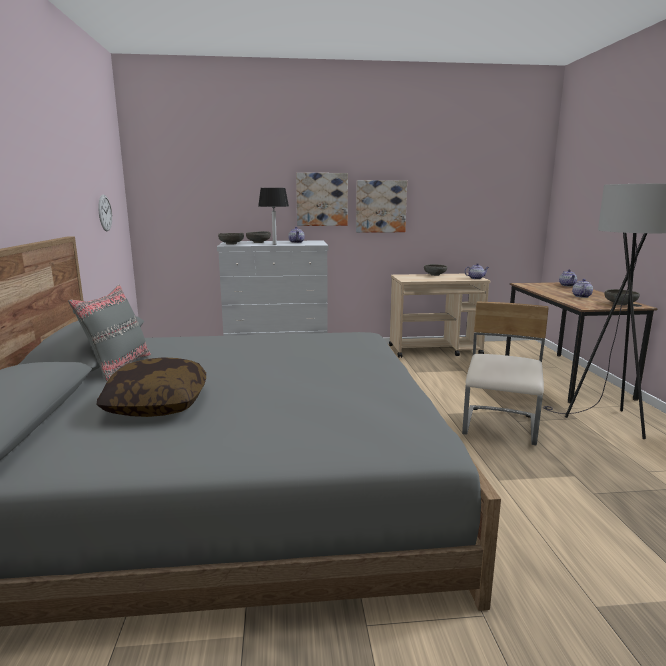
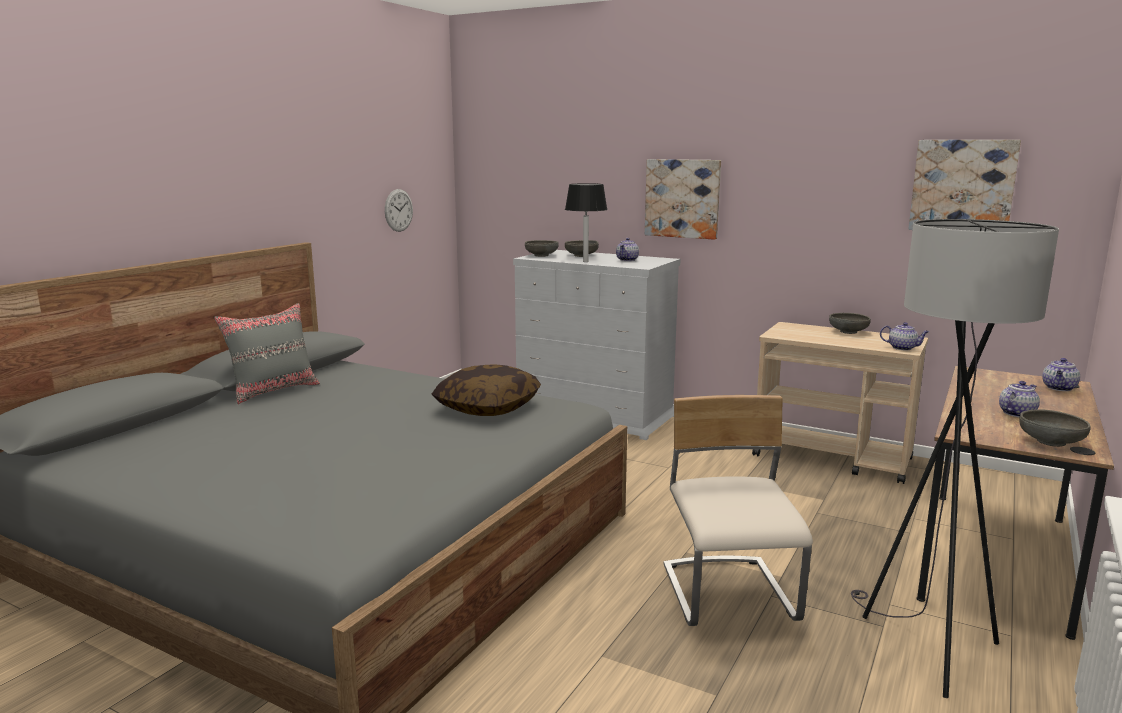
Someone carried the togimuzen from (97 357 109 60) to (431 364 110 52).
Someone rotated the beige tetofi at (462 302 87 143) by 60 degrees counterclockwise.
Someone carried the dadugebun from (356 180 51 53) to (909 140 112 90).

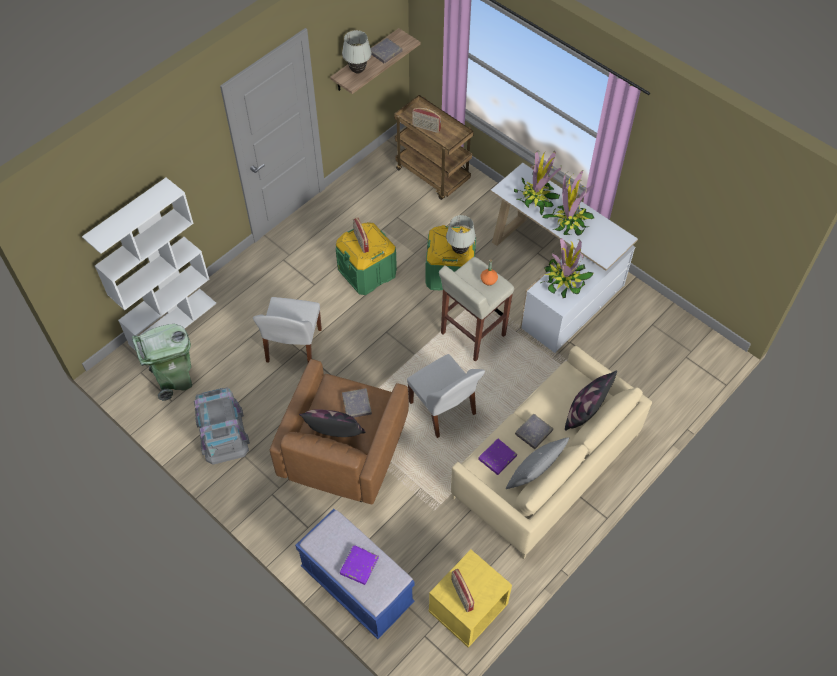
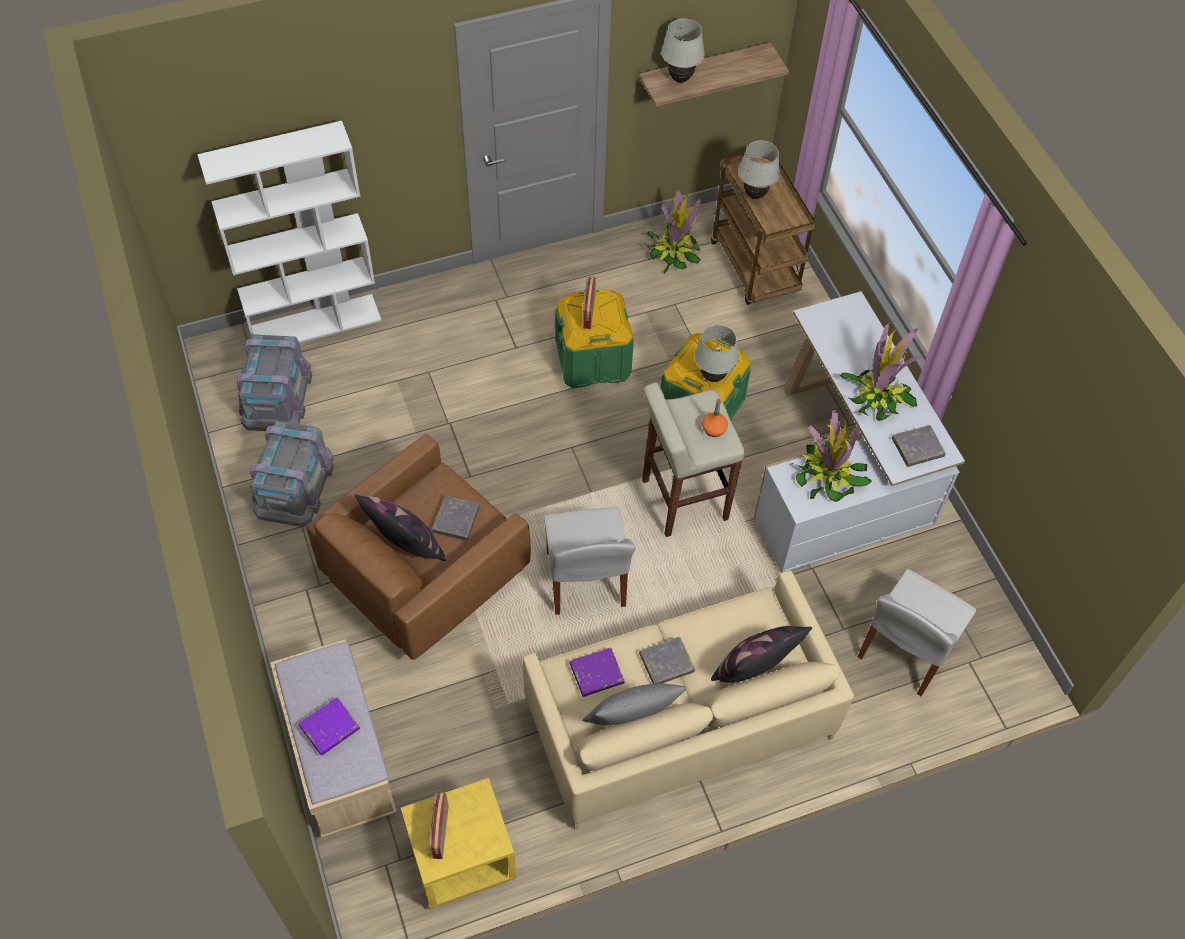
Someone swapped the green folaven at (132 324 60 77) for the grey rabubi at (236 335 76 96).
Someone repainted the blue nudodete at (295 509 120 130), which became the beige nudodete at (270 639 127 199).
Someone carried the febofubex from (514 151 48 64) to (644 189 57 85).
Someone swapped the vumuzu at (412 108 29 25) for the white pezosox at (738 141 42 58).
Someone carried the white tetofi from (253 297 69 66) to (858 569 118 127).
Someone carried the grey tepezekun from (371 38 32 25) to (892 425 54 42).

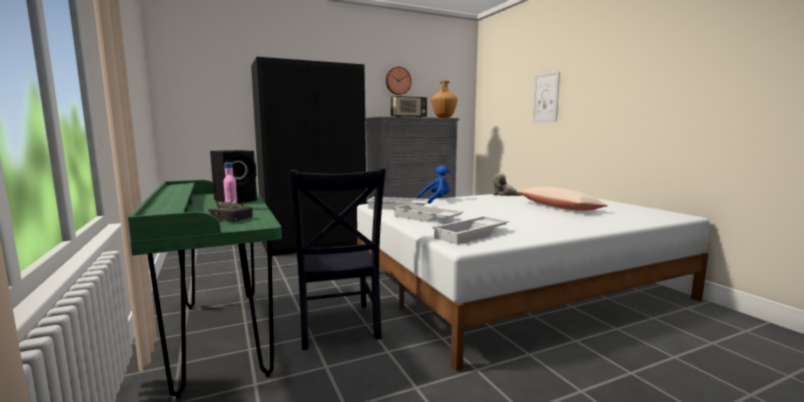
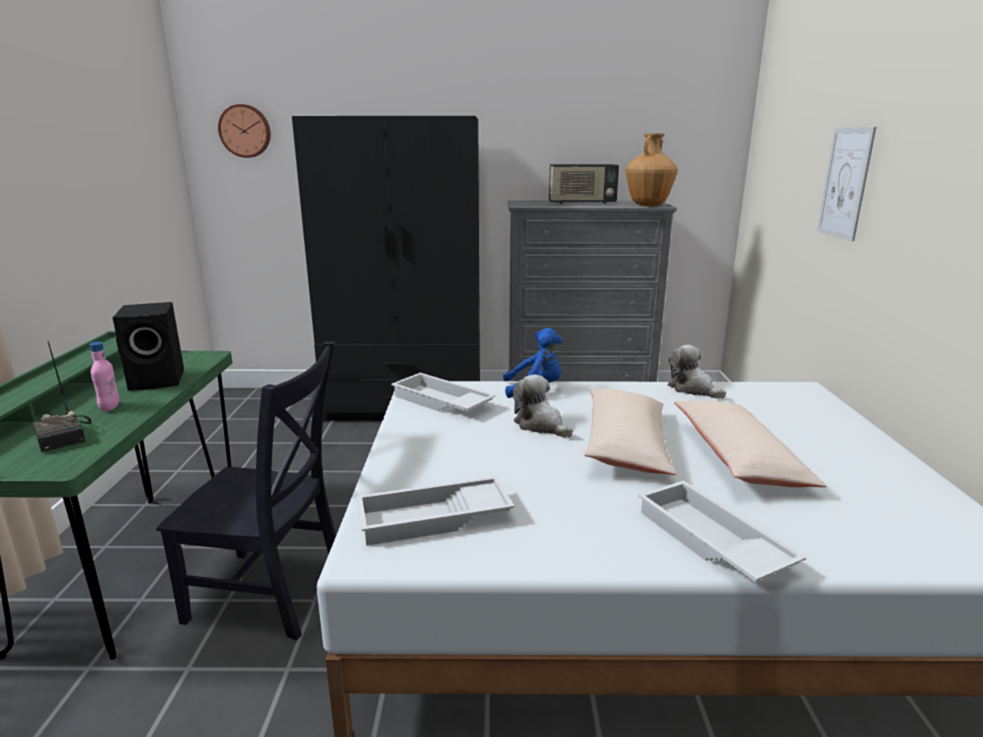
Someone rotated the black tetofi at (290 168 96 182) by 90 degrees counterclockwise.
Someone carried the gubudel from (386 67 26 28) to (218 104 53 54).
Someone put down the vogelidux at (513 375 60 62).
Someone put down the beige togimuzen at (584 389 92 86).
Someone carried the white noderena from (392 204 72 18) to (638 481 168 101).

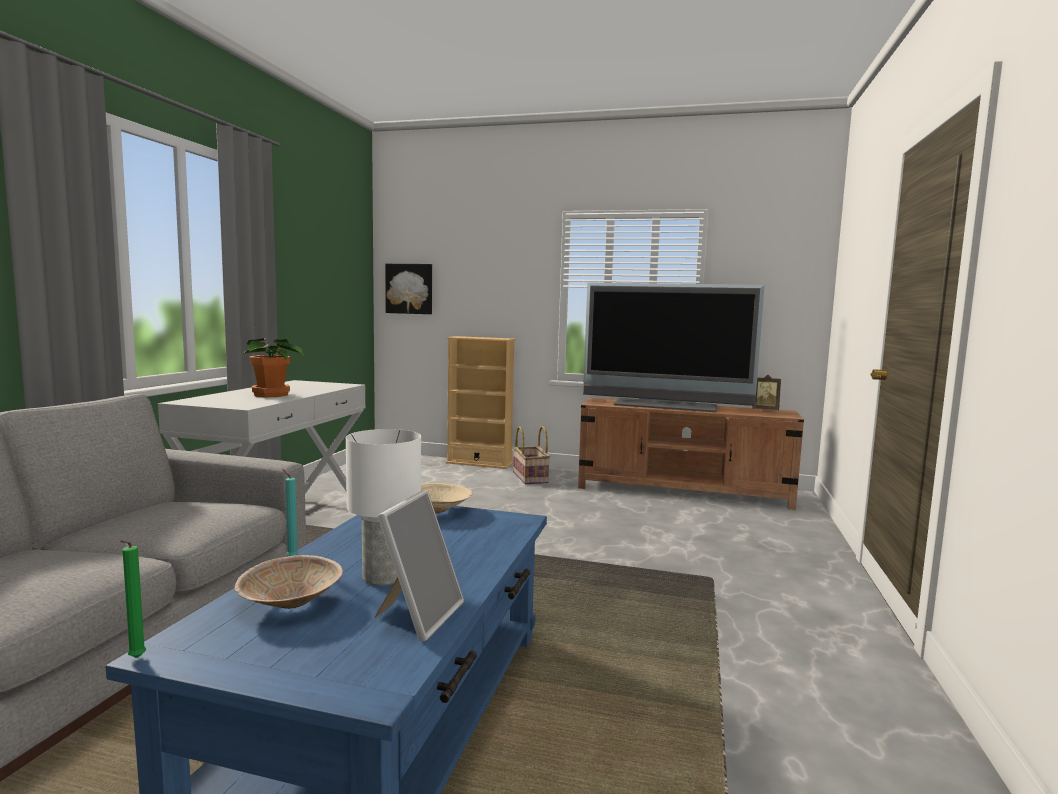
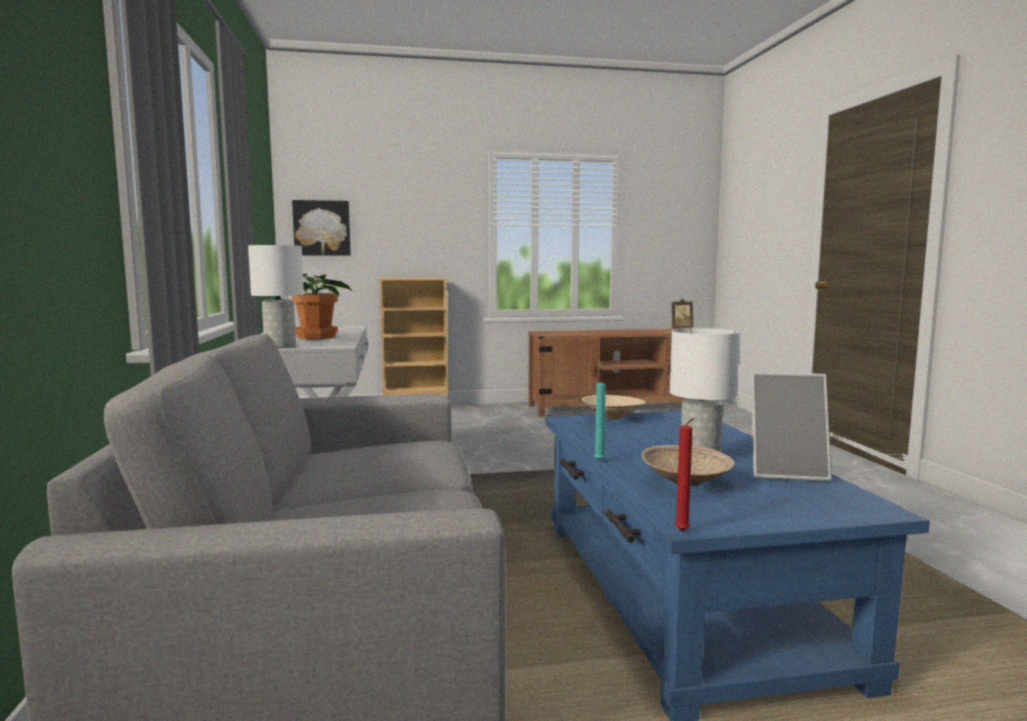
Someone put down the white pezosox at (248 245 56 103).
Someone repainted the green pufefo at (120 540 26 118), which became the red pufefo at (675 418 20 113).
Someone rotated the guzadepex at (375 490 89 152) by 105 degrees clockwise.
Someone took away the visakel at (513 425 37 59).
Someone took away the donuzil at (583 282 182 130).

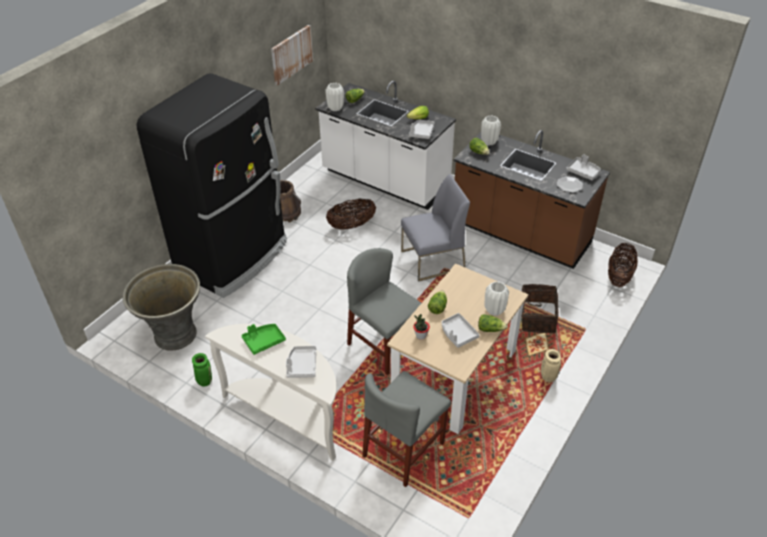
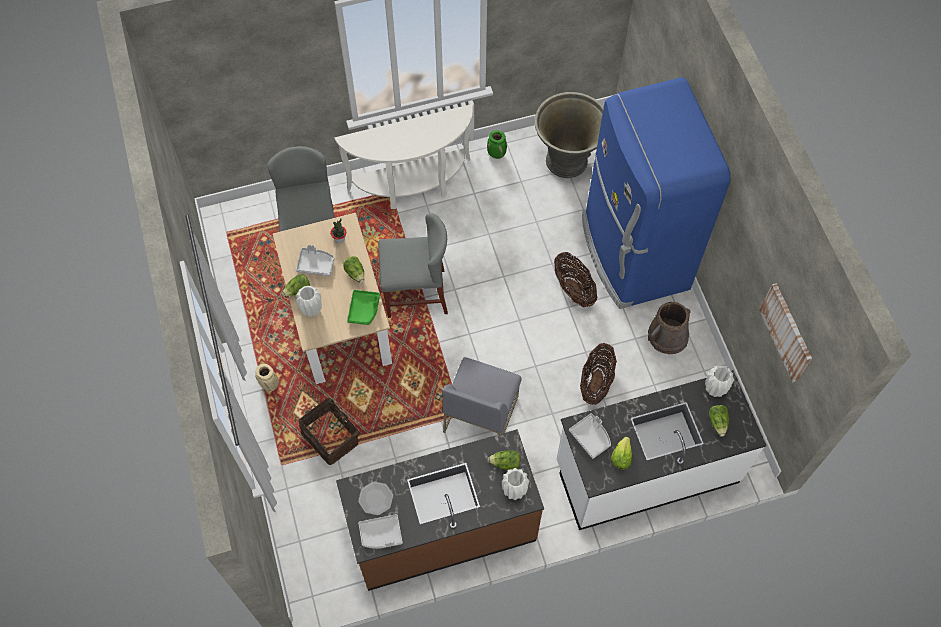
Someone carried the green noderena from (241 324 45 31) to (347 290 33 35).
Someone carried the visakel from (608 243 30 44) to (554 252 44 55).
Someone repainted the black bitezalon at (137 73 150 225), which became the blue bitezalon at (582 77 148 232).
Someone took away the grey noderena at (286 346 30 32).

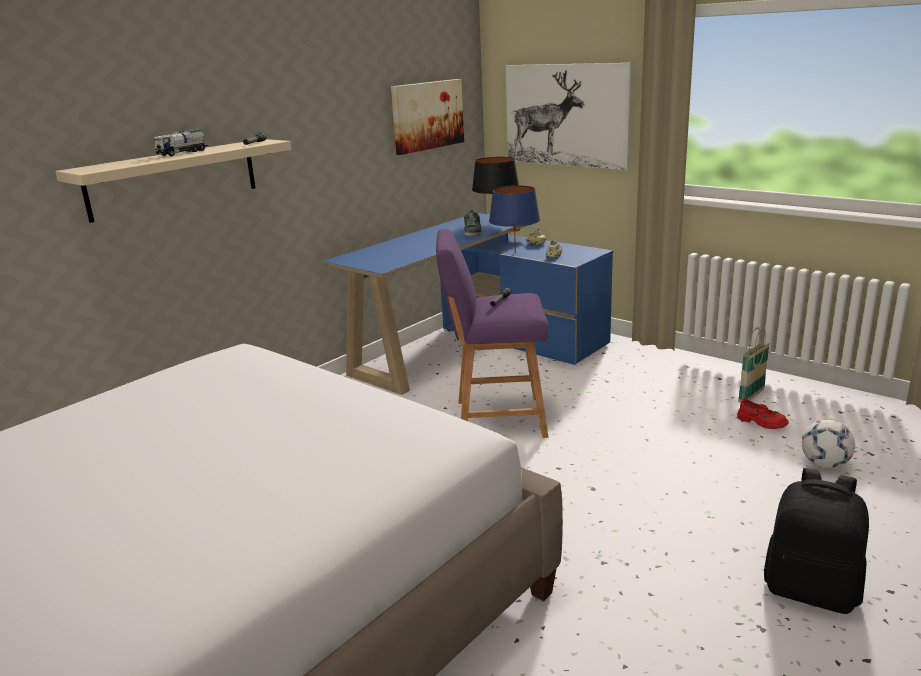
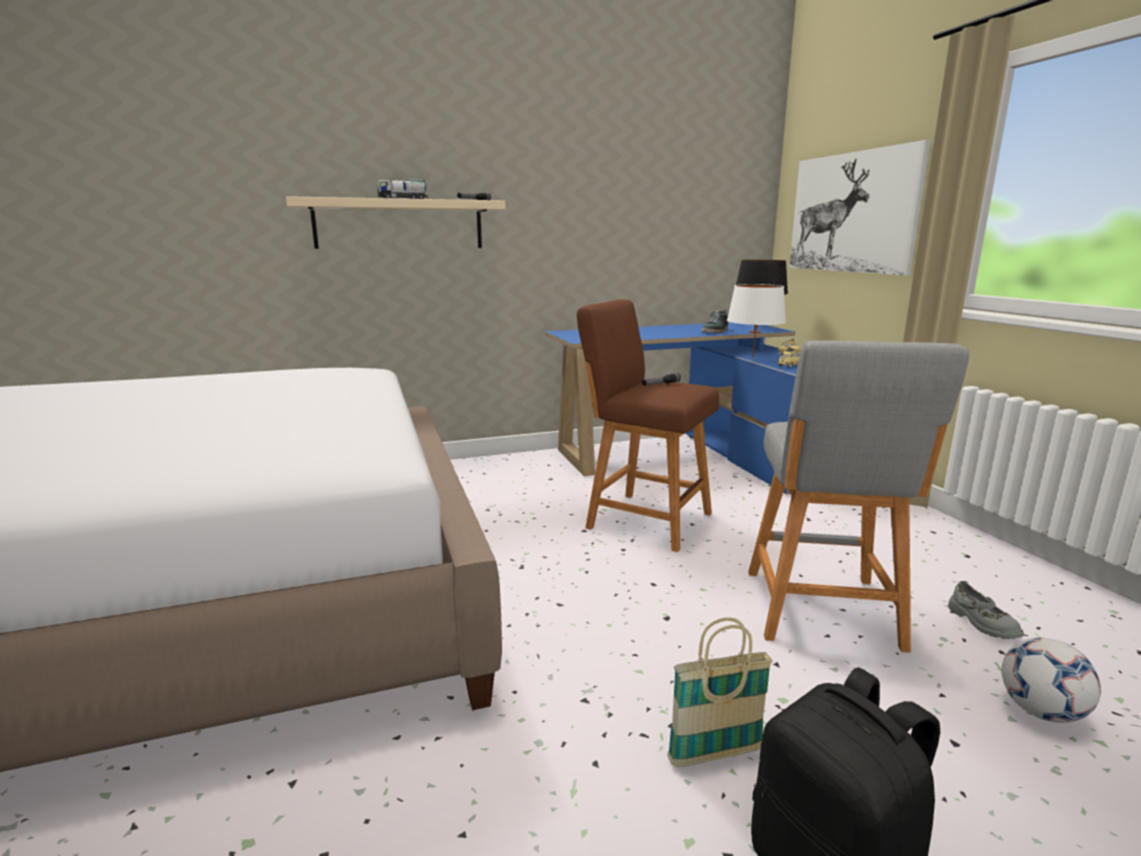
Someone repainted the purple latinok at (436 229 112 209), which became the brown latinok at (577 300 142 252).
Someone carried the visakel from (738 327 32 75) to (667 618 106 149).
Someone repainted the blue pezosox at (489 185 51 68), which became the white pezosox at (727 284 59 74).
Someone put down the grey latinok at (748 341 221 312).
Someone repainted the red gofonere at (737 398 52 31), which became the grey gofonere at (948 581 76 58).
Someone took away the dadugebun at (391 79 73 76).

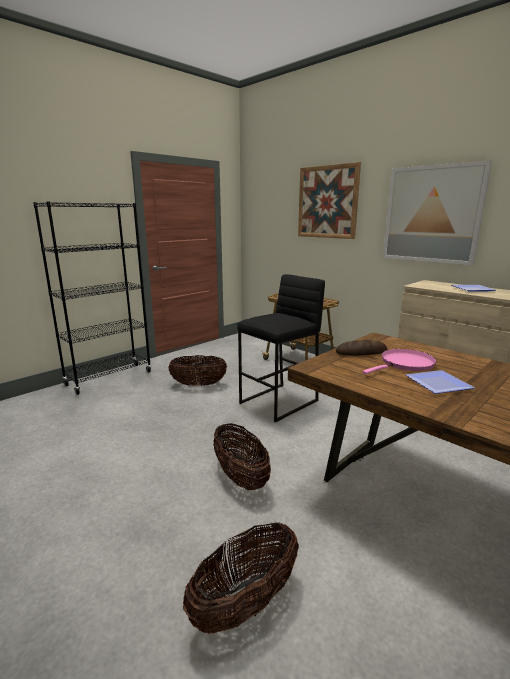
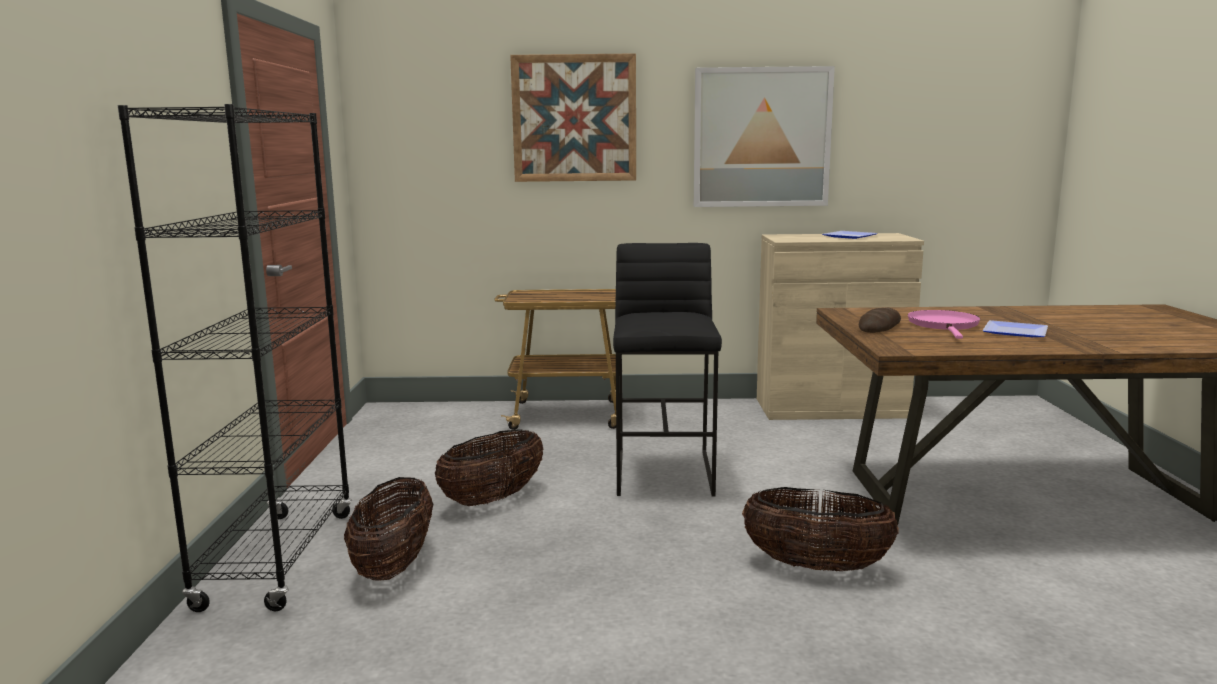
Someone carried the visakel from (183 522 116 112) to (344 477 89 103).

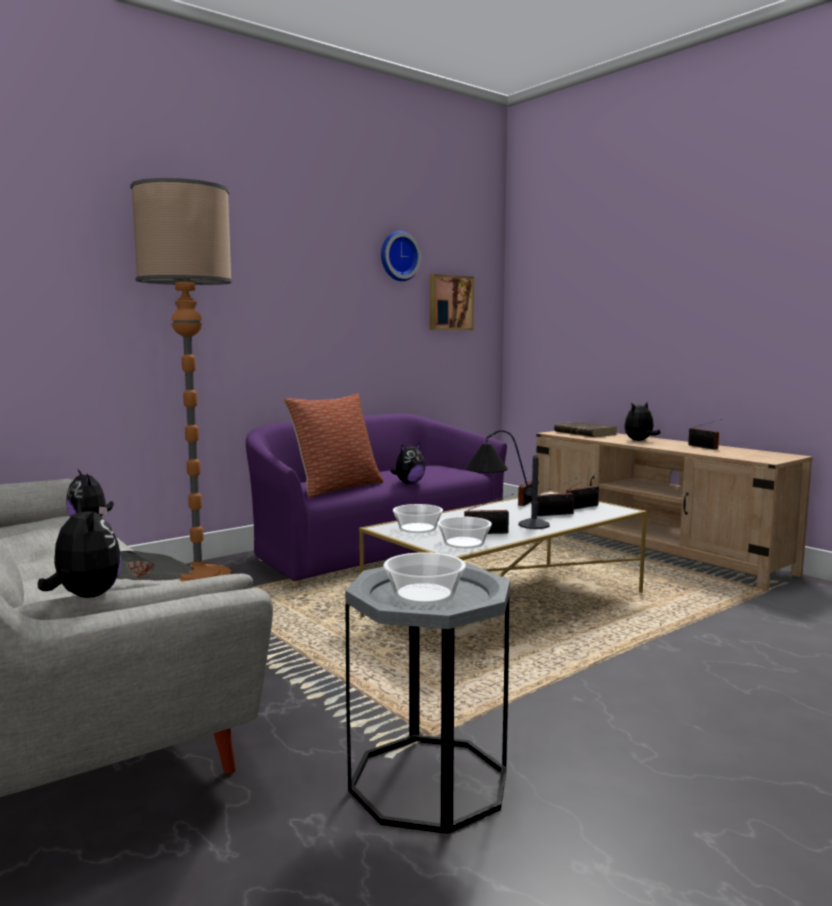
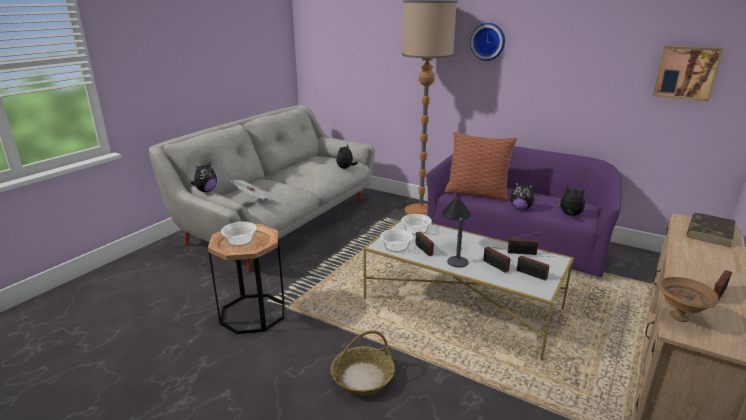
Someone repainted the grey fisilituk at (345 564 165 270), which became the brown fisilituk at (208 224 77 110).
Someone put down the visakel at (331 331 64 65).
Someone carried the gubudel from (381 231 40 50) to (470 23 35 38).
Someone carried the vogelidux from (624 402 37 39) to (556 186 29 30).
Someone put down the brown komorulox at (658 277 61 45).

